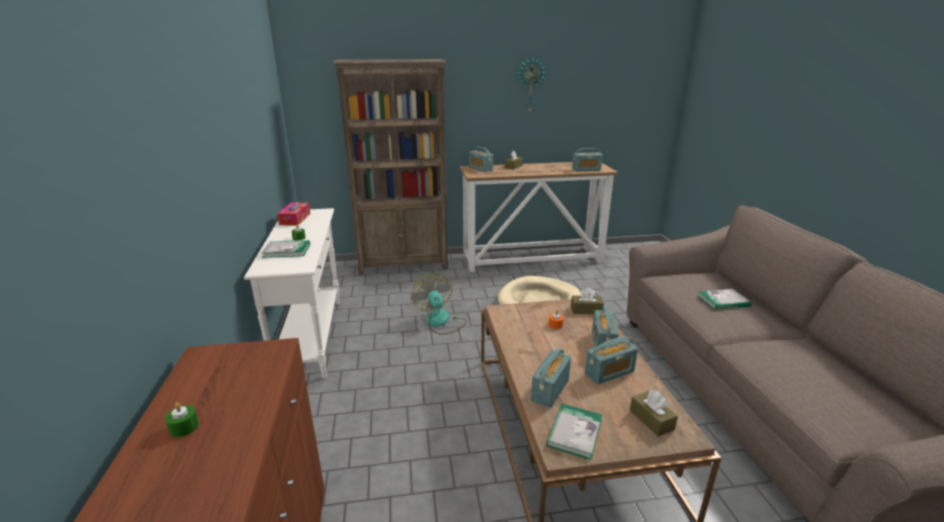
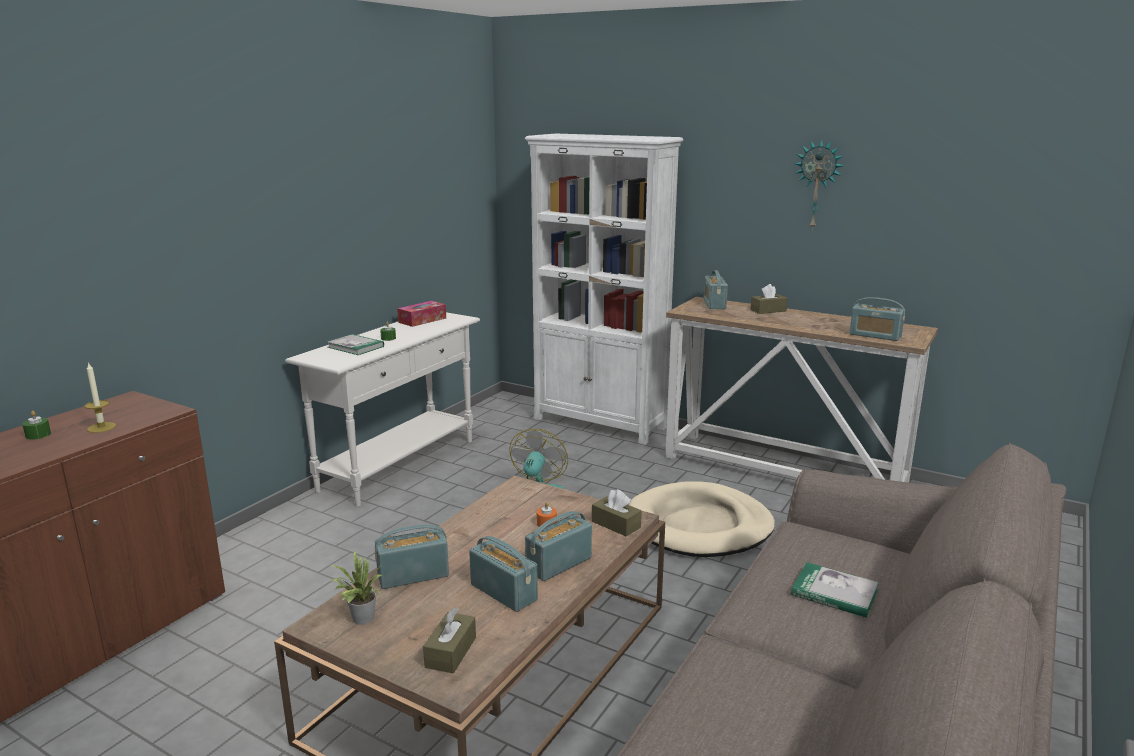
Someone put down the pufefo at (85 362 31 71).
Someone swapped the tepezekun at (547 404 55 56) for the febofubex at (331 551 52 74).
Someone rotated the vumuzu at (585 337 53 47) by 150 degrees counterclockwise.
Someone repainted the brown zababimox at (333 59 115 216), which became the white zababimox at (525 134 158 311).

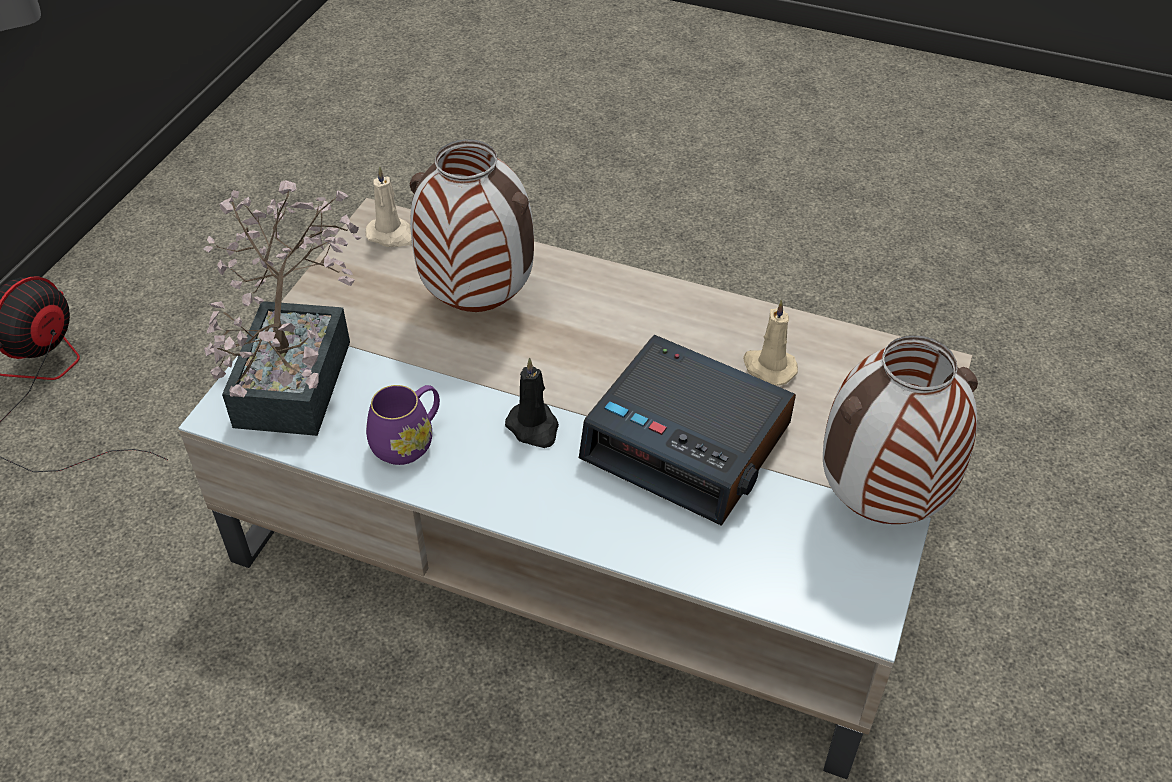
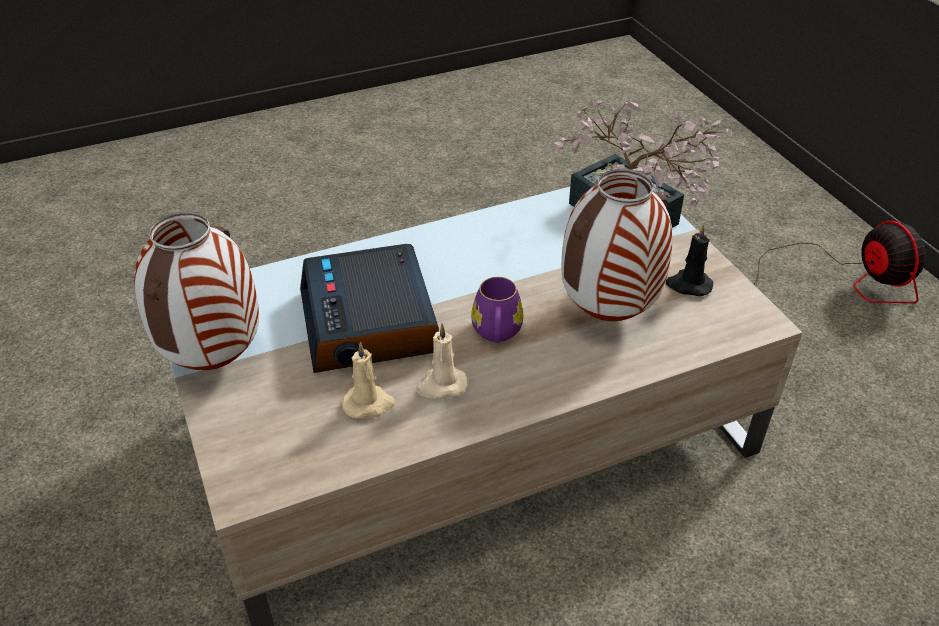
Someone rotated the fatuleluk at (579 335 217 191) by 90 degrees counterclockwise.
Someone carried the beige pufefo from (366 166 46 81) to (416 323 52 76).
Someone carried the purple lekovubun from (366 385 74 80) to (471 277 52 66).
Someone carried the black pufefo from (505 358 54 90) to (666 224 47 72).

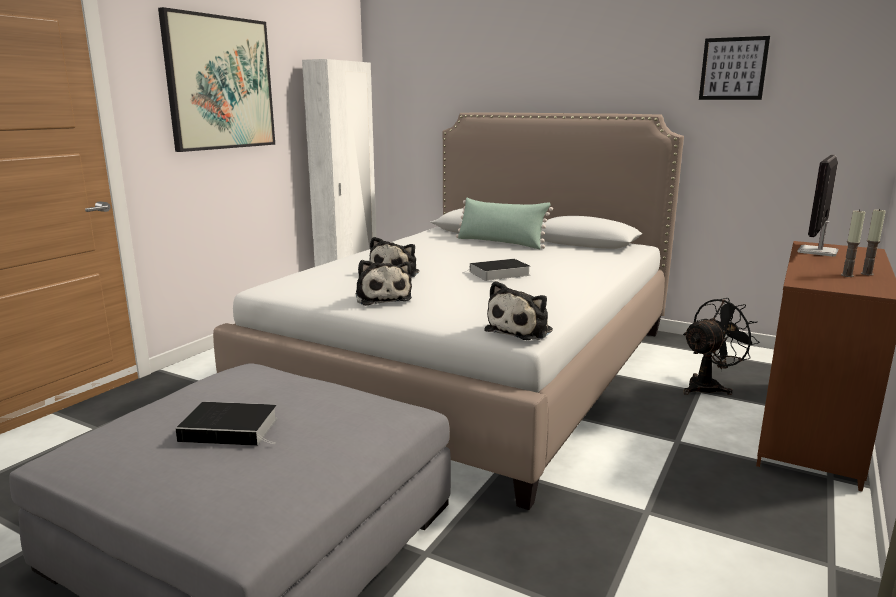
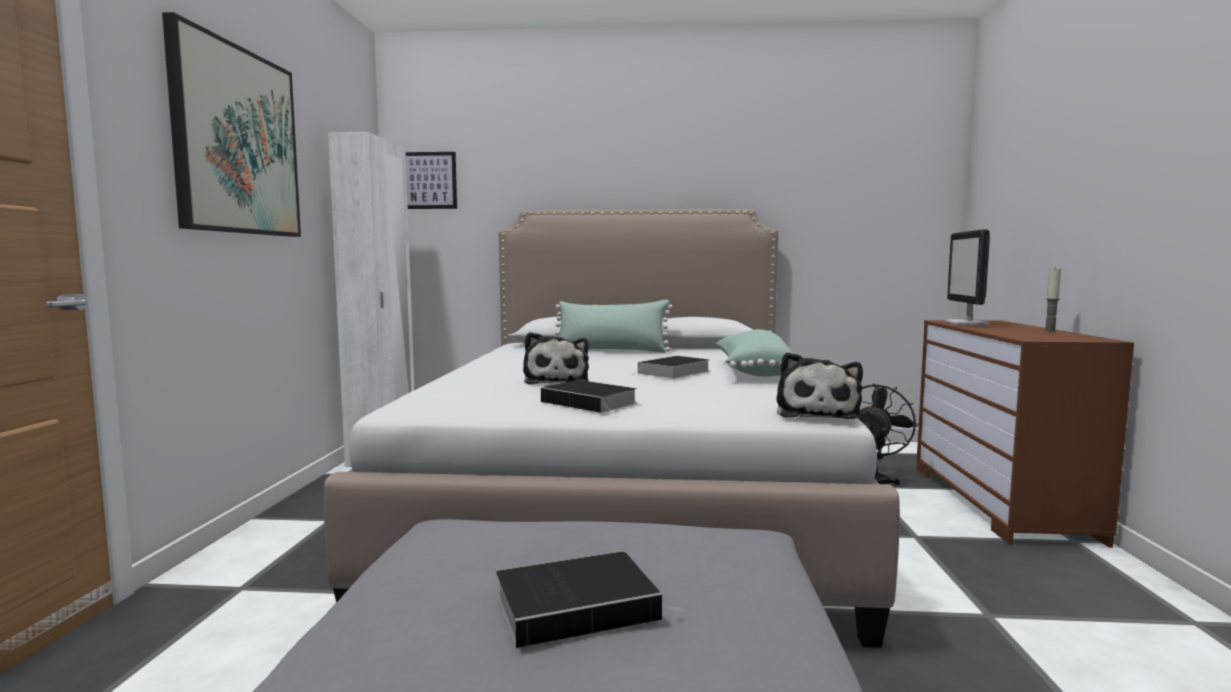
Someone carried the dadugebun from (699 36 71 64) to (406 152 51 57).
Someone swapped the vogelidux at (356 260 56 46) for the tepezekun at (541 380 96 34).
Someone put down the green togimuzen at (716 329 77 48).
Someone took away the pufefo at (841 209 24 68).

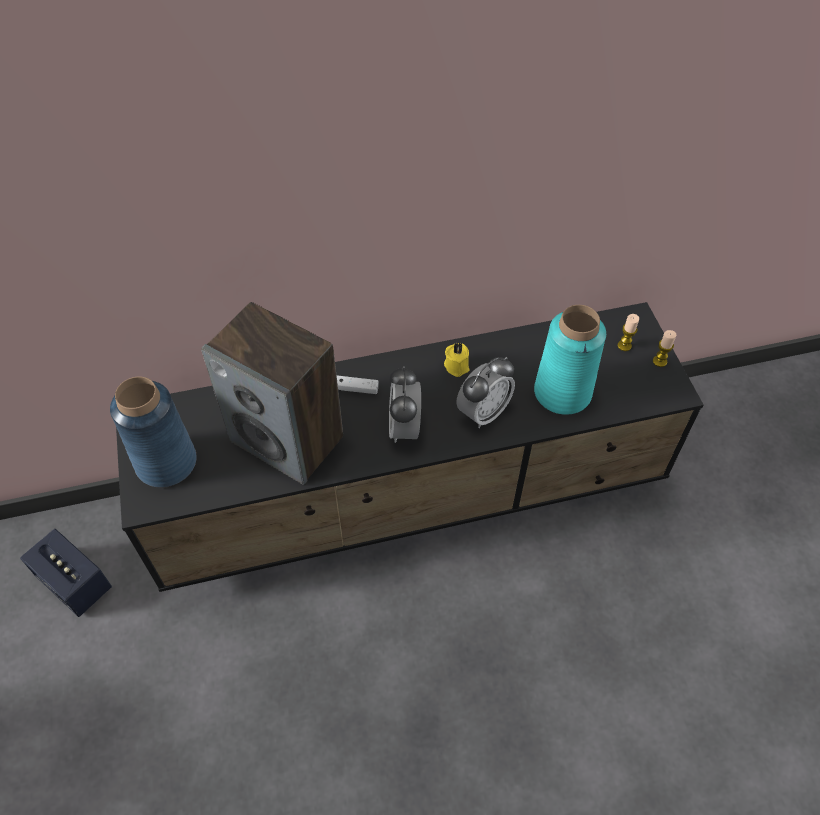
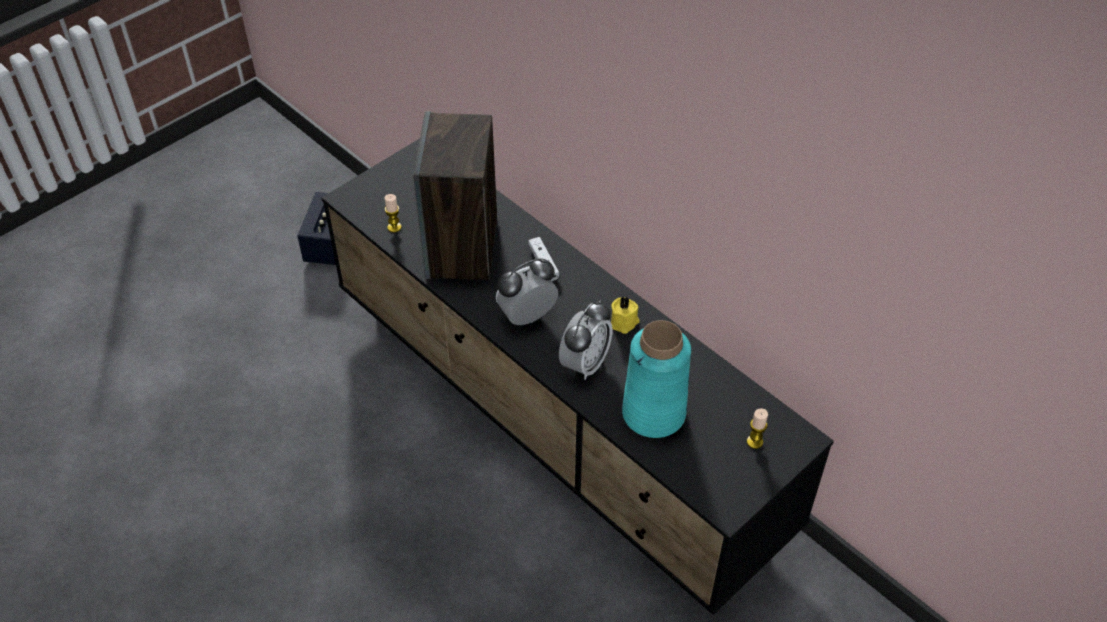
Someone carried the pufefo from (653 330 23 37) to (384 194 18 39).
Someone rotated the fatuleluk at (456 357 59 71) by 75 degrees counterclockwise.
Someone took away the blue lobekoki at (110 377 87 110).

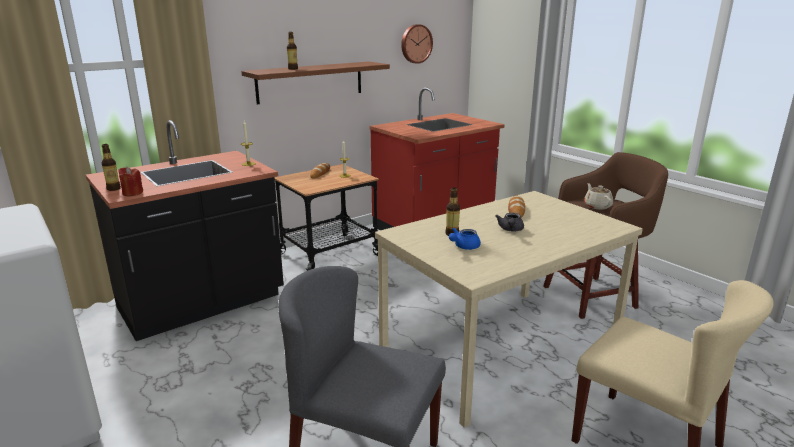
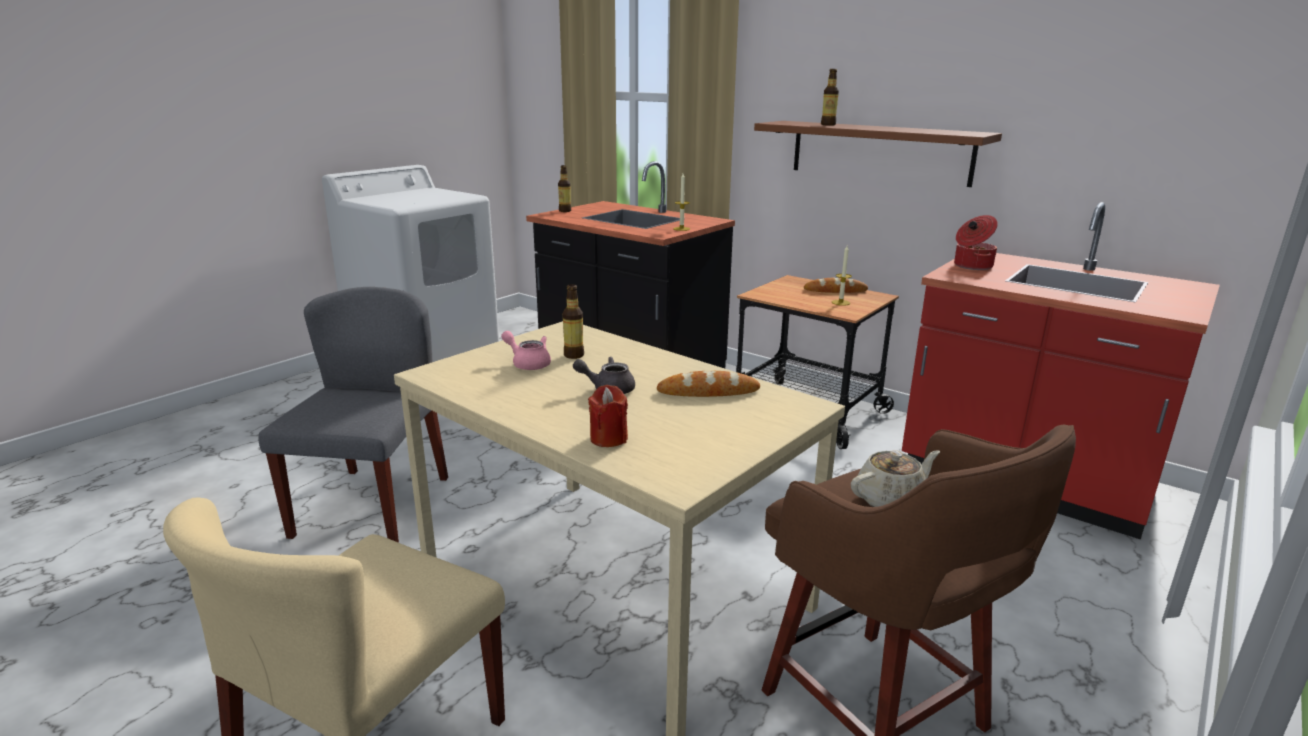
Someone repainted the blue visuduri at (449 228 32 22), which became the pink visuduri at (501 331 50 39).
Someone carried the red pufefo from (118 167 25 29) to (588 385 40 62).
Someone put down the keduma at (954 215 44 55).
Someone took away the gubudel at (401 24 32 40).

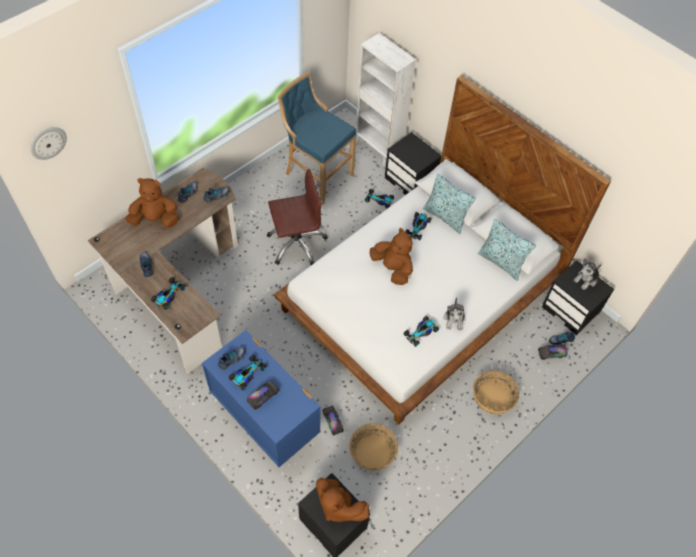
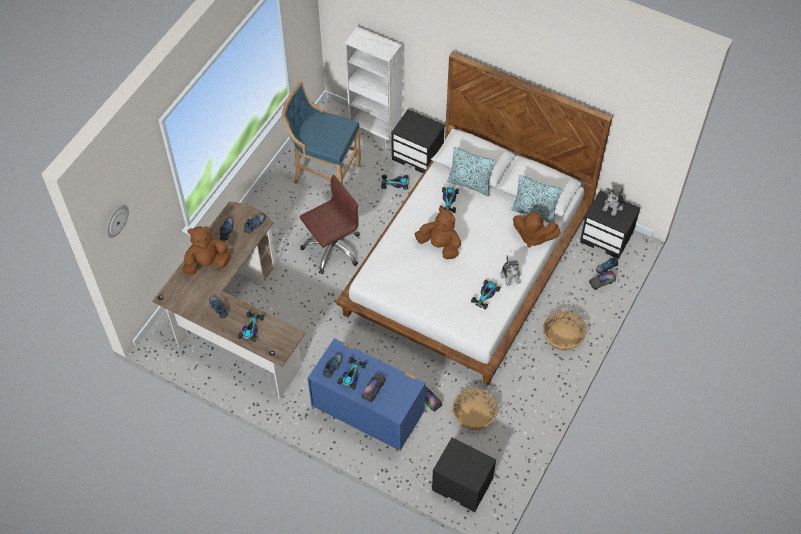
Someone carried the brown vogelidux from (316 478 53 44) to (513 212 48 36).

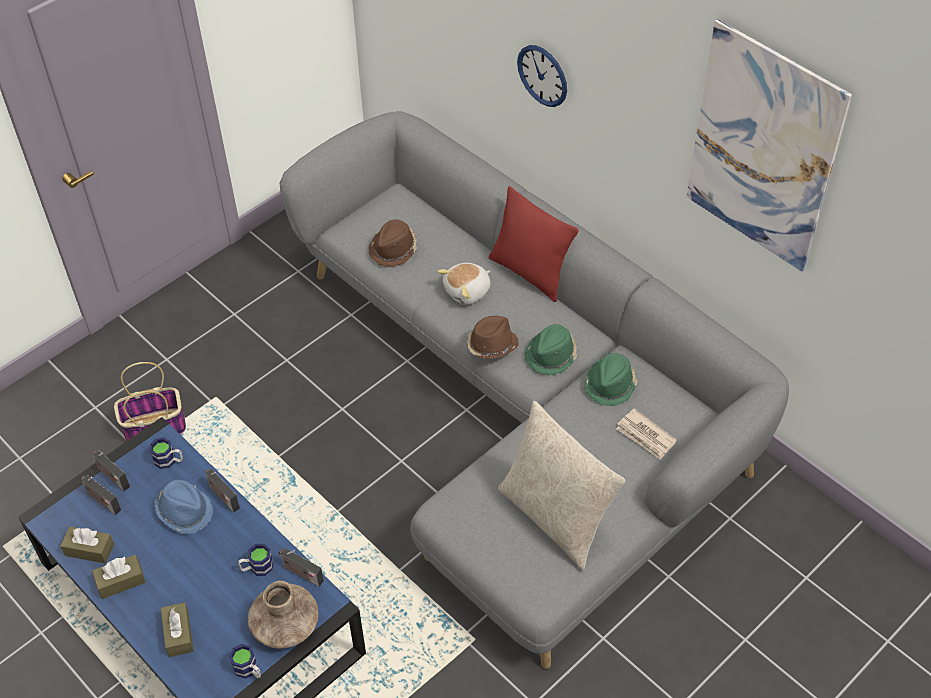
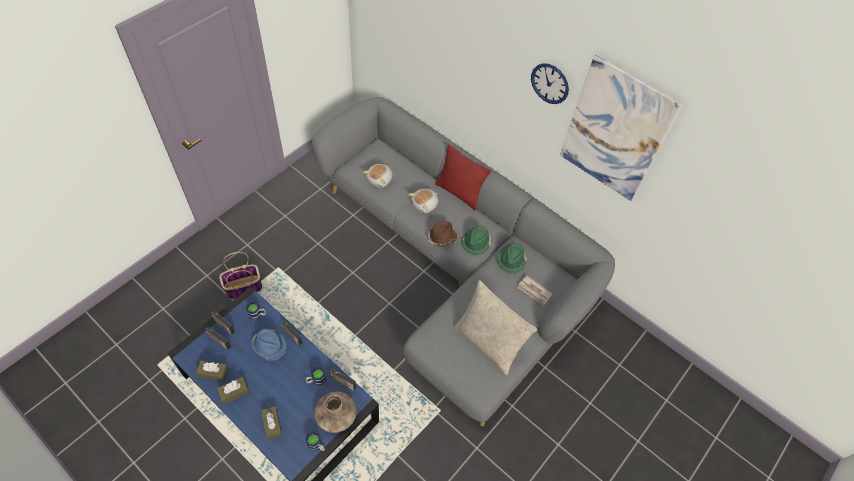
Someone swapped the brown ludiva at (369 219 48 48) for the vogelidux at (363 164 29 24).
Someone carried the gubudel from (517 45 50 62) to (531 63 38 41).

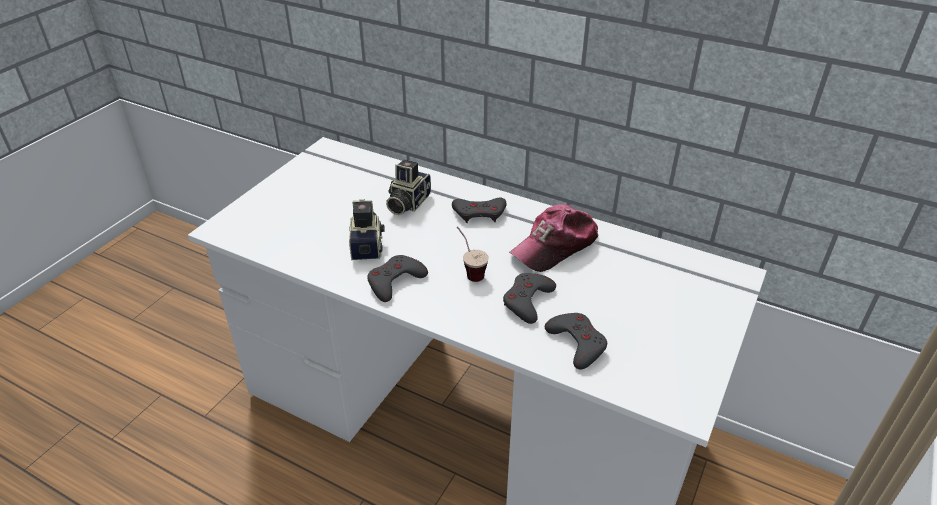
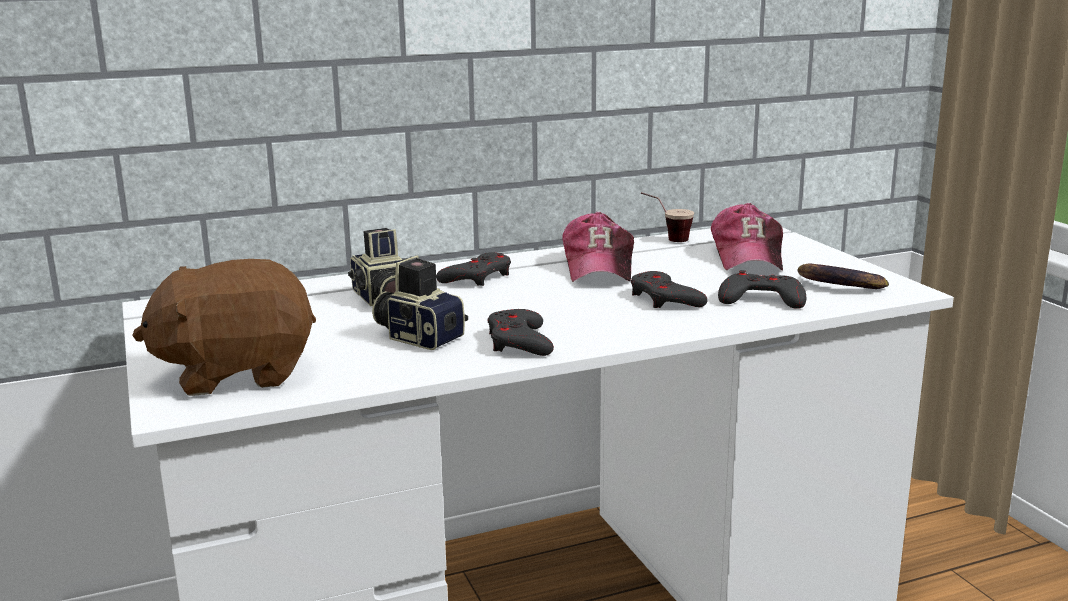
Someone put down the brown vogelidux at (132 259 184 137).
Someone carried the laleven from (457 226 32 56) to (641 192 53 50).
Someone put down the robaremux at (711 203 72 68).
Someone put down the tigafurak at (798 264 91 25).

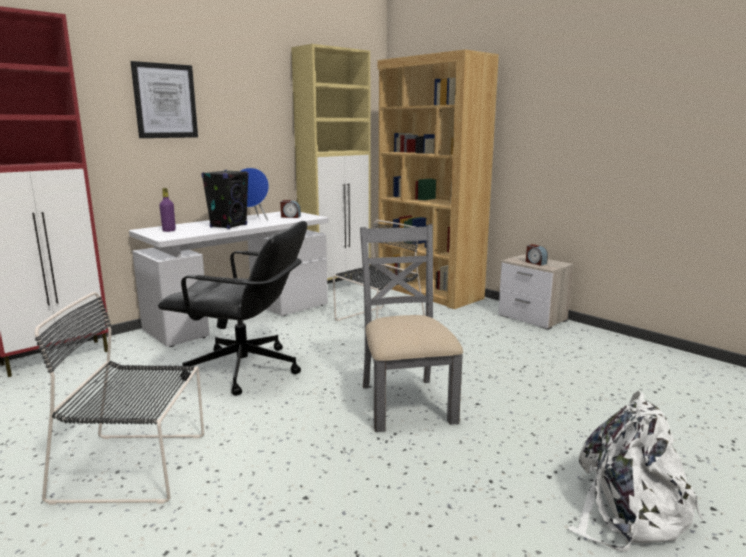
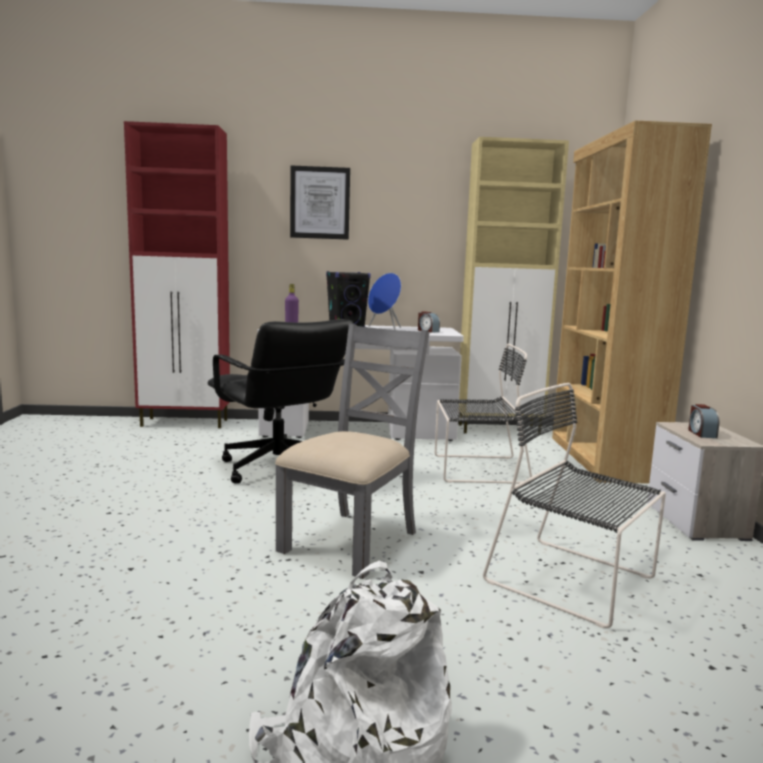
Someone carried the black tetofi from (35 292 169 212) to (483 383 183 245).

